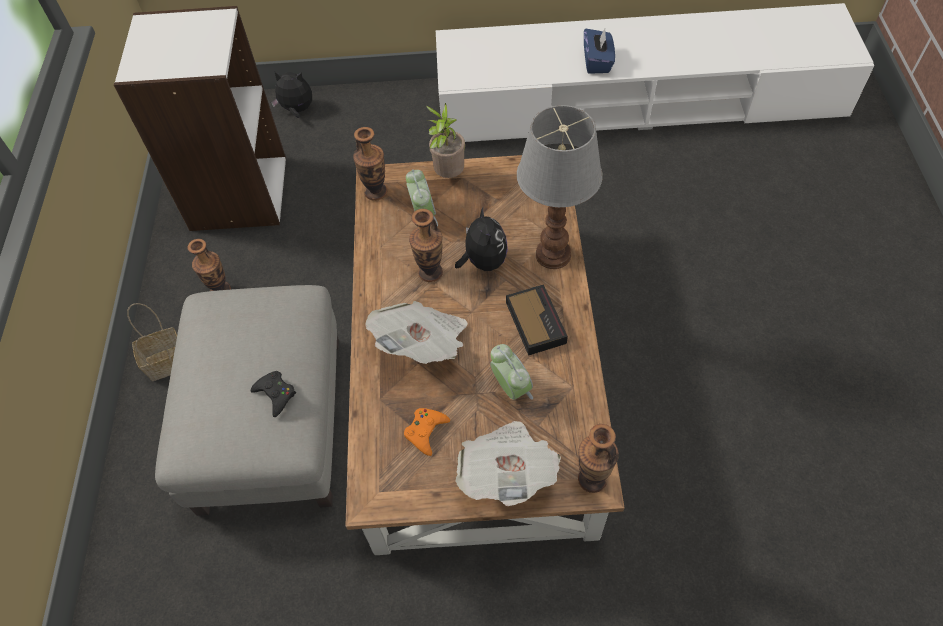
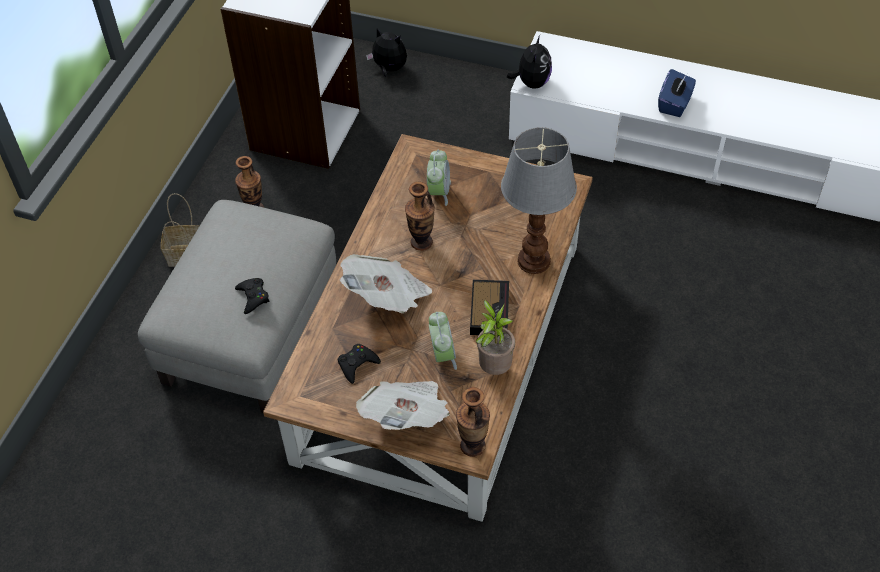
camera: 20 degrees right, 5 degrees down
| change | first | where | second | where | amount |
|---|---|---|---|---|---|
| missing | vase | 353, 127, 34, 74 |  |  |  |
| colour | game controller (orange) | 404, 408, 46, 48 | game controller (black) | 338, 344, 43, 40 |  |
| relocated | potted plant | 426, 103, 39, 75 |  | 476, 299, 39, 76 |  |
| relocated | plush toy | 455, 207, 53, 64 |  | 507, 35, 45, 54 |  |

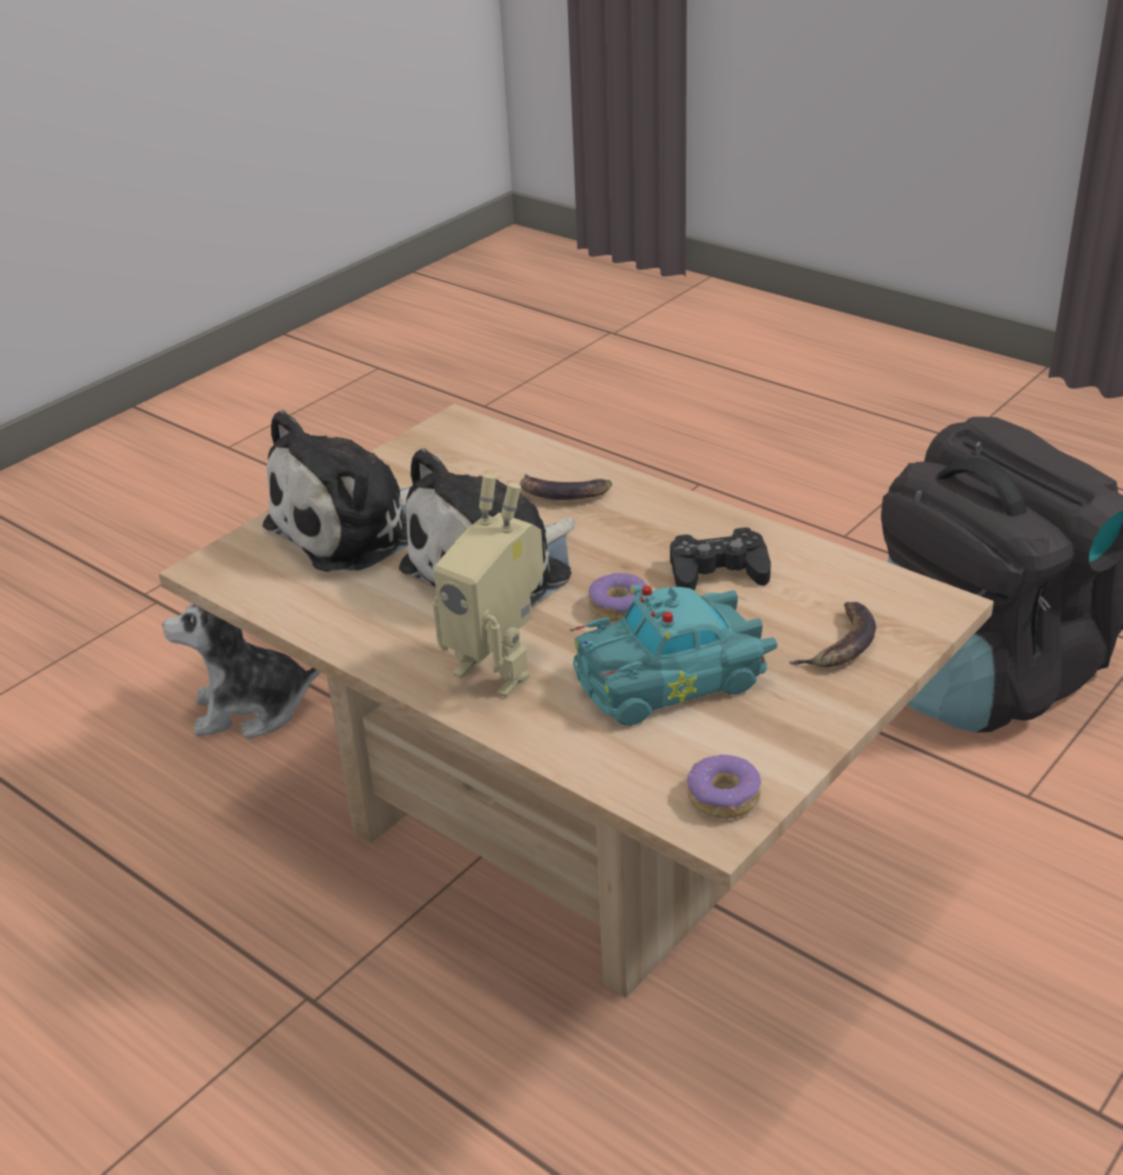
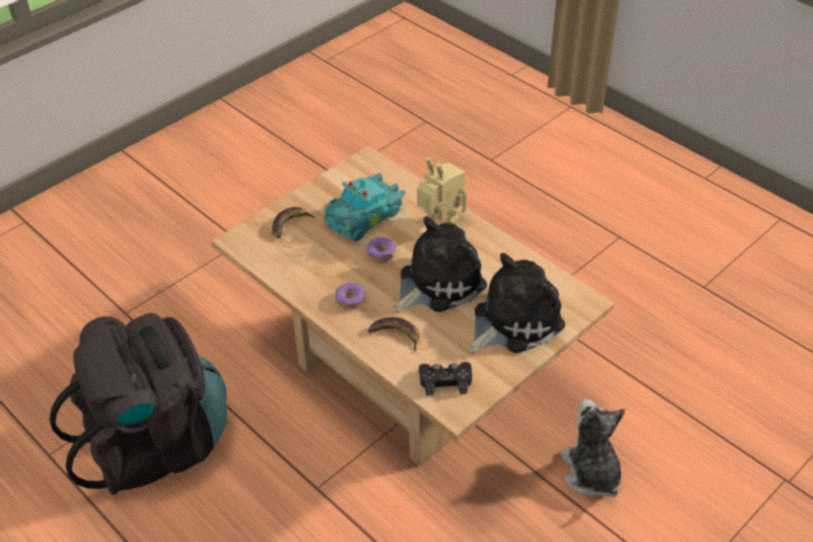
camera: 175 degrees left, 10 degrees up
| change | first | where | second | where | amount |
|---|---|---|---|---|---|
| spun | plush toy | 162, 603, 159, 136 |  | 560, 399, 65, 99 | 105 degrees counterclockwise |
| spun | toy car (turquoise) | 570, 585, 207, 141 |  | 322, 173, 84, 68 | 150 degrees clockwise |
| relocated | game controller (black) | 670, 527, 101, 64 |  | 419, 362, 53, 34 |  |
| relocated | donut | 687, 755, 74, 64 |  | 335, 283, 31, 27 |  |

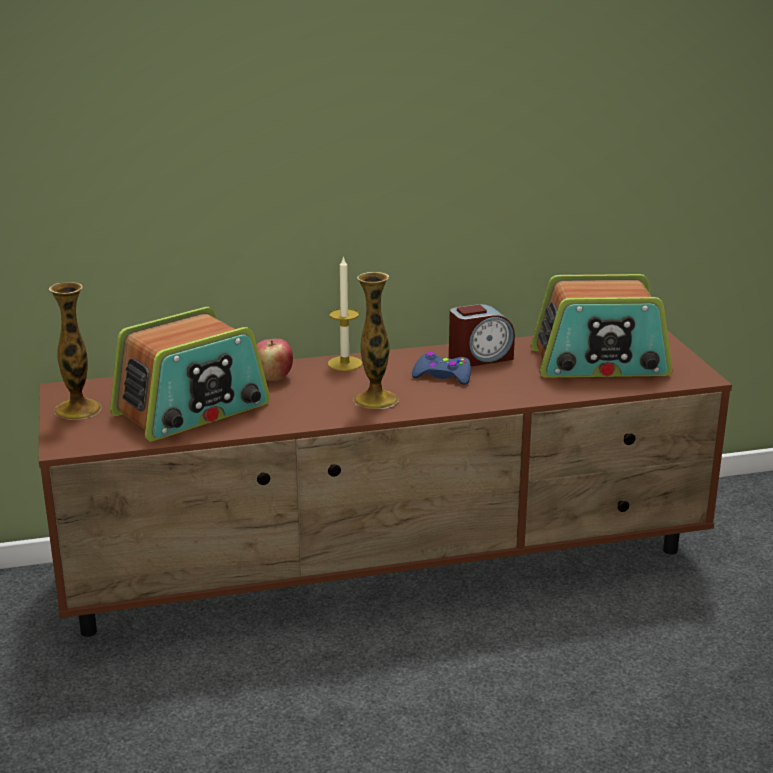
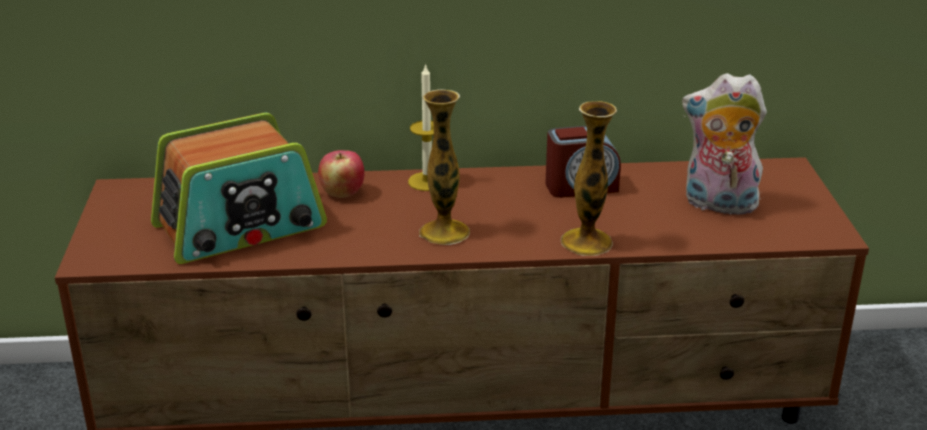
camera: 10 degrees right, 5 degrees up
| change | first | where | second | where | amount |
|---|---|---|---|---|---|
| relocated | vase | 49, 282, 52, 138 |  | 561, 101, 56, 155 |  |
| missing | game controller (blue) | 412, 352, 59, 33 |  |  |  |
| exchanged | radio | 531, 274, 141, 104 | plush toy | 682, 73, 85, 145 |  |

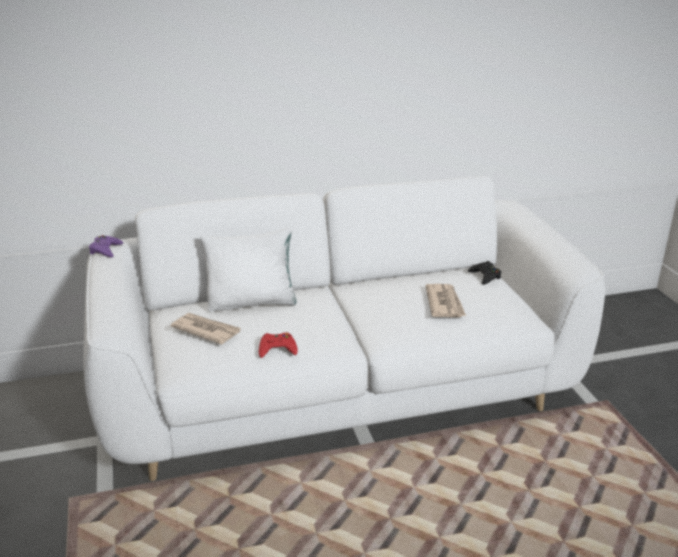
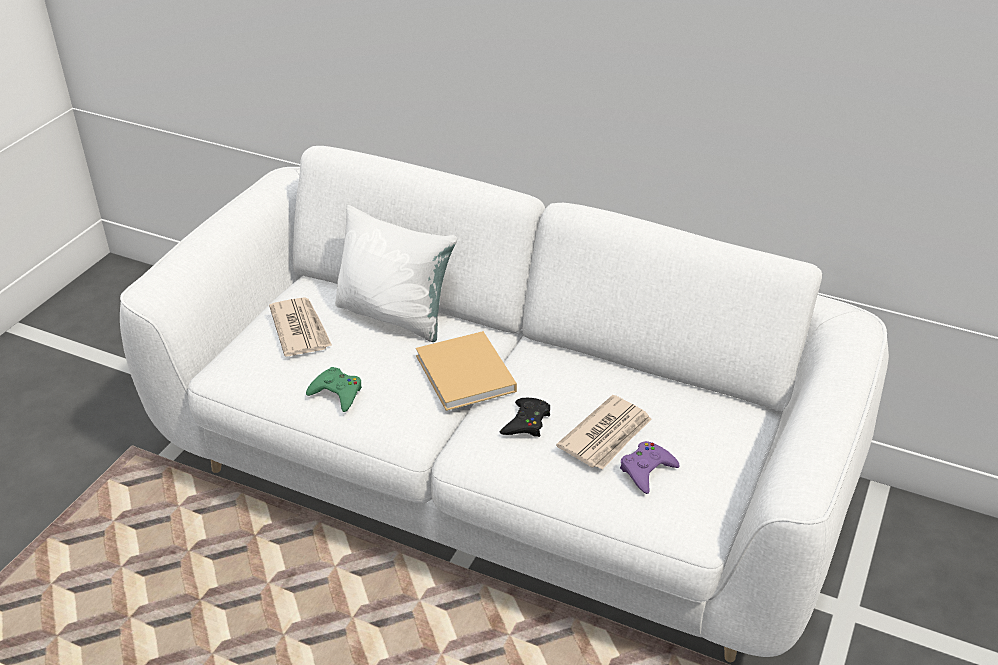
camera: 40 degrees right, 10 degrees up
| change | first | where | second | where | amount |
|---|---|---|---|---|---|
| relocated | game controller (purple) | 89, 235, 34, 22 |  | 620, 441, 60, 53 |  |
| colour | game controller (red) | 259, 332, 39, 26 | game controller (green) | 306, 367, 56, 45 |  |
| relocated | game controller (black) | 468, 261, 33, 24 |  | 500, 398, 50, 39 |  |
| appeared |  |  | book (beige) | 416, 331, 101, 80 |  |

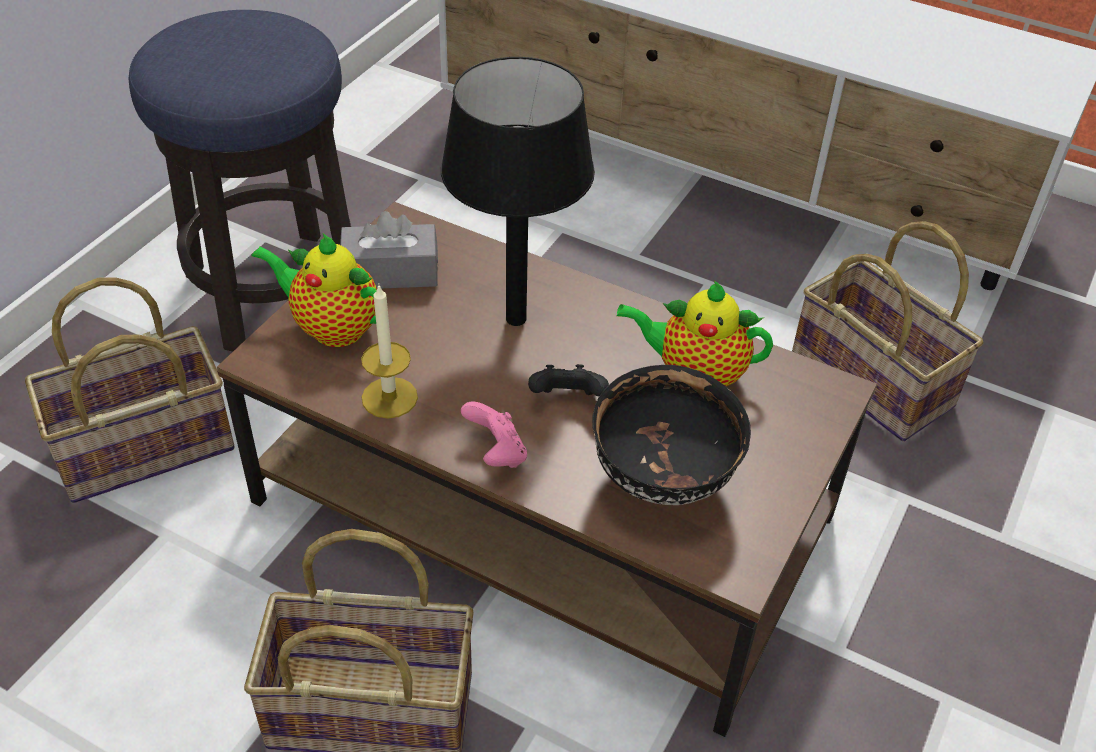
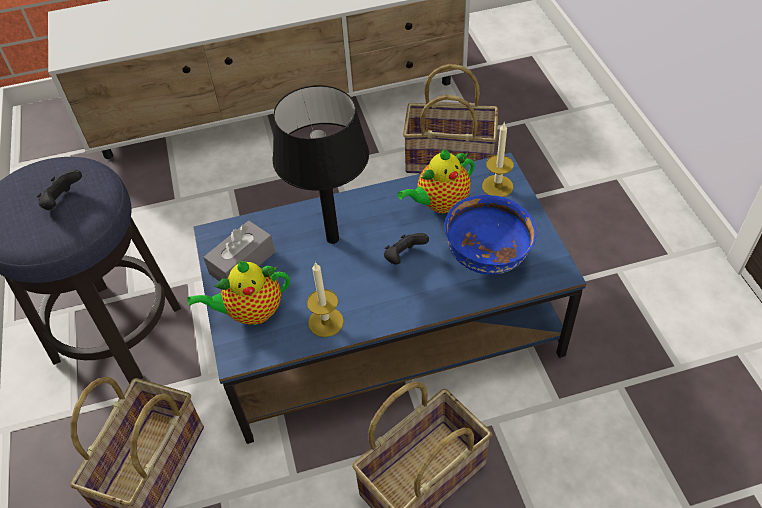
camera: 40 degrees left, 5 degrees up
| change | first | where | second | where | amount |
|---|---|---|---|---|---|
| colour | coffee table (brown) | 217, 202, 660, 535 | coffee table (blue) | 194, 153, 392, 291 |  |
| missing | game controller (pink) | 461, 402, 66, 66 |  |  |  |
| colour | bowl (black) | 592, 365, 159, 140 | bowl (blue) | 445, 195, 91, 79 |  |
| appeared |  |  | game controller (black) | 37, 169, 45, 41 |  |
| appeared |  |  | candle | 482, 123, 32, 74 |  |

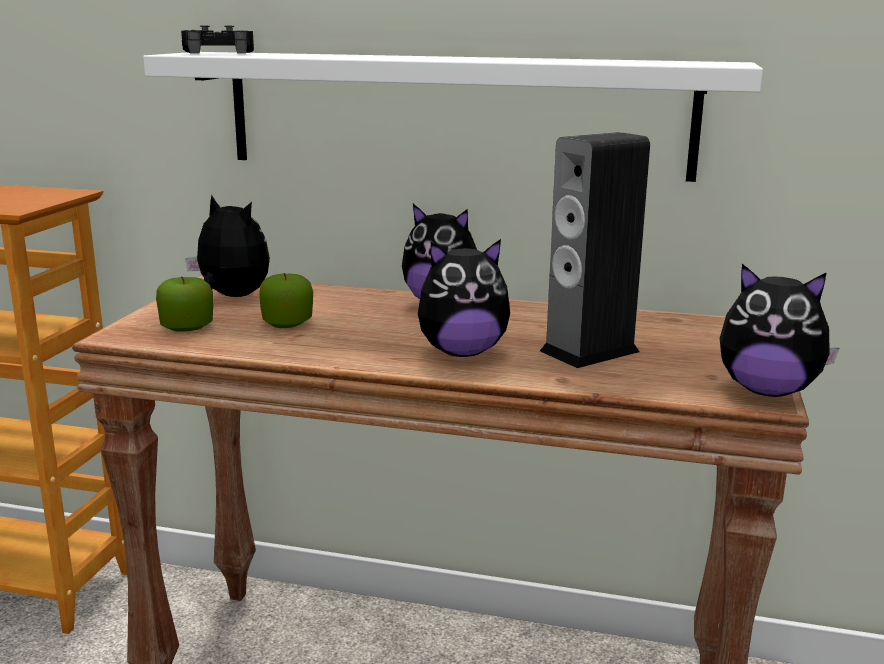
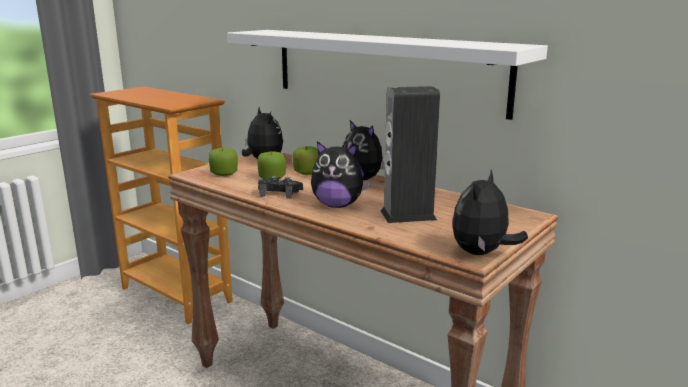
camera: 25 degrees right, 0 degrees up
| change | first | where | second | where | amount |
|---|---|---|---|---|---|
| relocated | game controller (black) | 181, 25, 73, 29 |  | 258, 176, 45, 22 |  |
| spun | plush toy | 720, 264, 119, 133 |  | 452, 170, 76, 85 | 75 degrees clockwise |
| appeared |  |  | apple | 293, 146, 25, 29 |  |

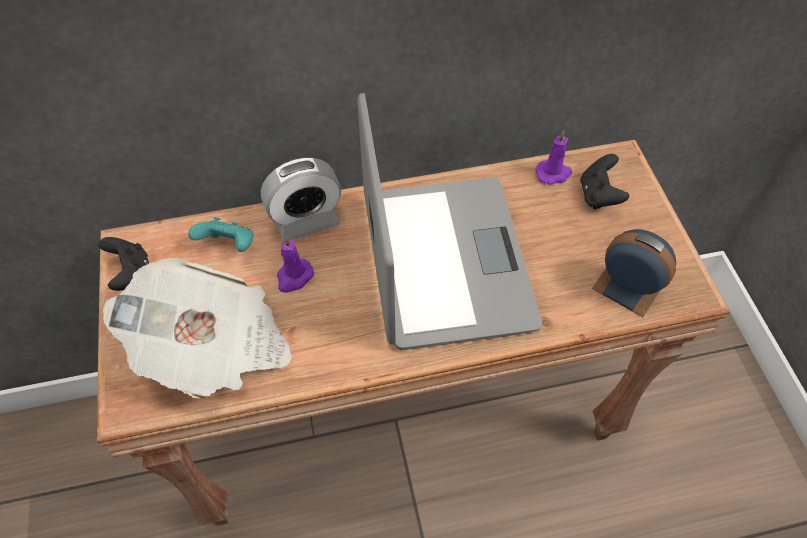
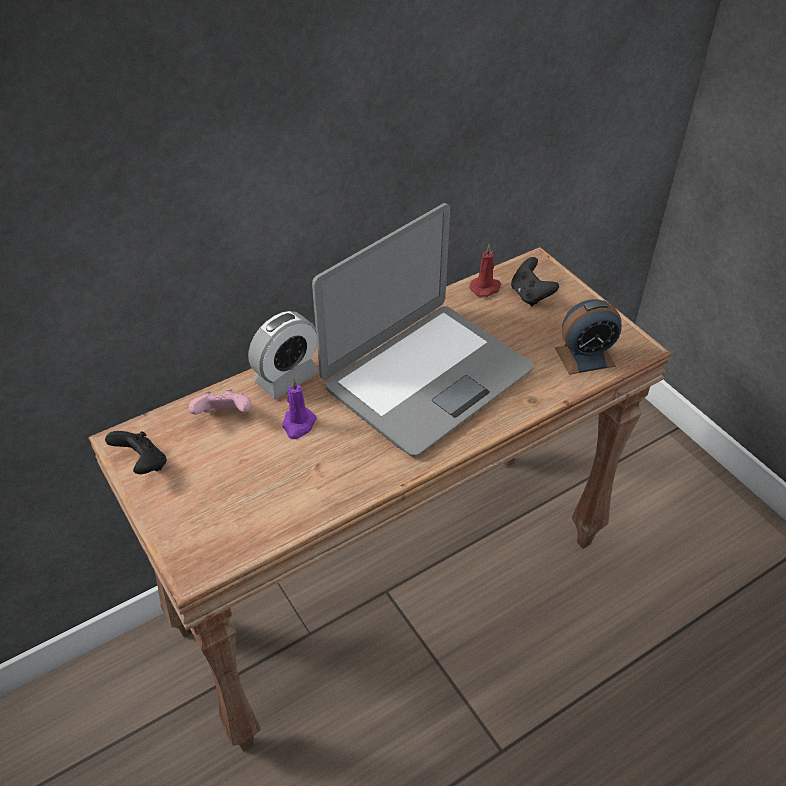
camera: 20 degrees left, 10 degrees down
| change | first | where | second | where | amount |
|---|---|---|---|---|---|
| missing | newspaper | 103, 257, 190, 141 |  |  |  |
| colour | game controller (turquoise) | 188, 217, 66, 35 | game controller (pink) | 189, 389, 62, 26 |  |
| spun | laptop | 357, 93, 185, 257 |  | 312, 203, 222, 254 | 75 degrees clockwise |
| colour | candle (purple) | 535, 130, 37, 55 | candle (red) | 469, 244, 32, 53 |  |
| spun | alarm clock | 592, 229, 84, 88 |  | 555, 299, 67, 76 | 150 degrees clockwise |

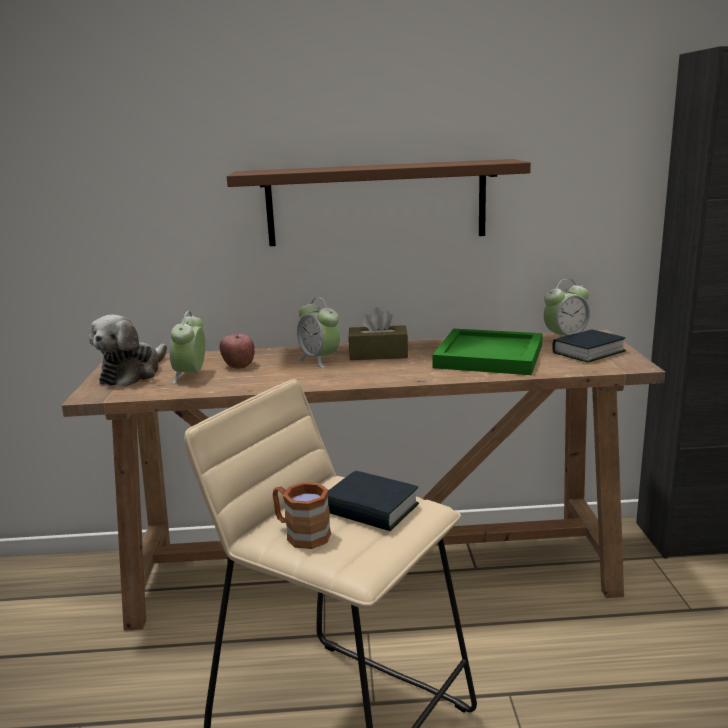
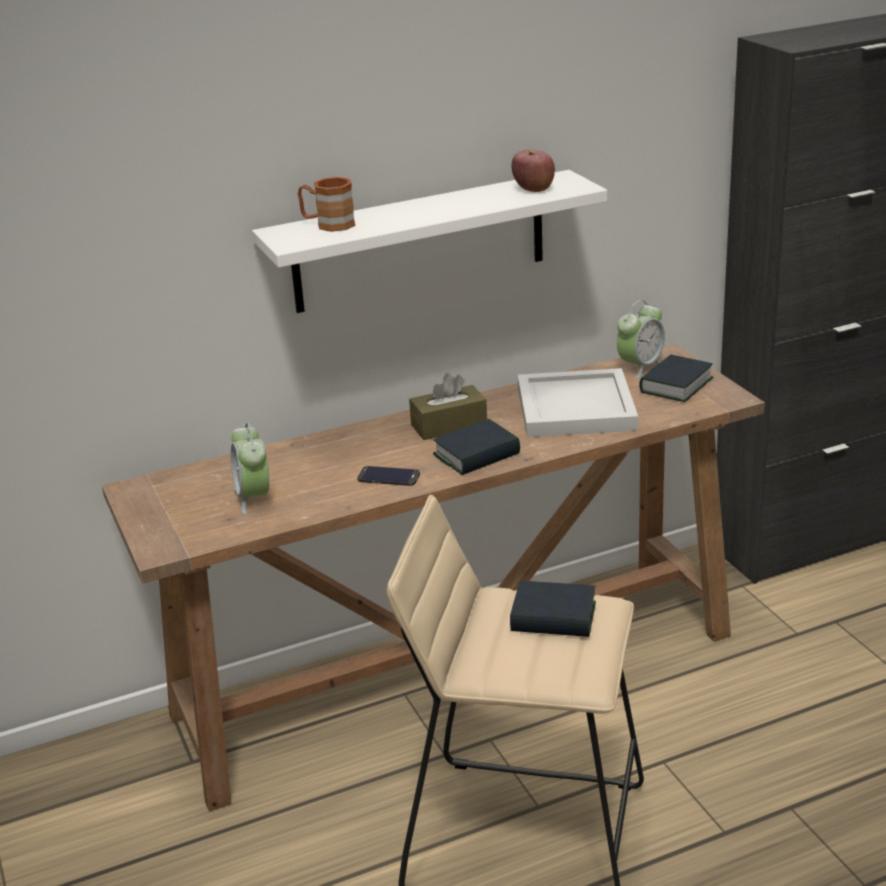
camera: 20 degrees left, 10 degrees up
| change | first | where | second | where | amount |
|---|---|---|---|---|---|
| missing | plush toy | 89, 315, 78, 72 |  |  |  |
| relocated | apple | 220, 334, 35, 35 |  | 512, 149, 43, 43 |  |
| colour | shelf (brown) | 227, 159, 304, 87 | shelf (white) | 252, 170, 355, 143 |  |
| relocated | mug (brown) | 273, 482, 58, 67 |  | 298, 177, 57, 55 |  |
| missing | alarm clock | 297, 297, 43, 71 |  |  |  |
| colour | tray (green) | 432, 329, 111, 46 | tray (white) | 518, 368, 120, 69 |  |
| appeared |  |  | phone | 357, 466, 63, 20 |  |
| appeared |  |  | book | 433, 419, 87, 56 |  |

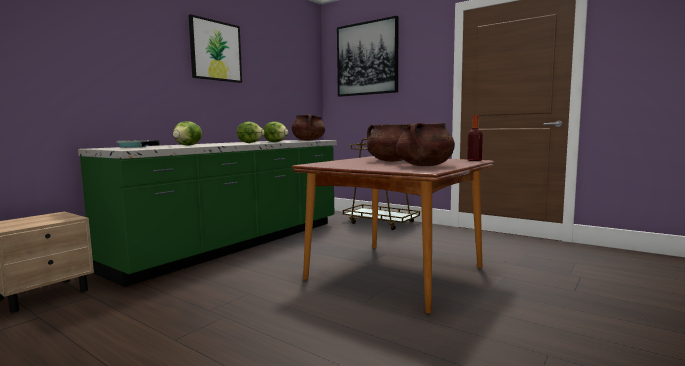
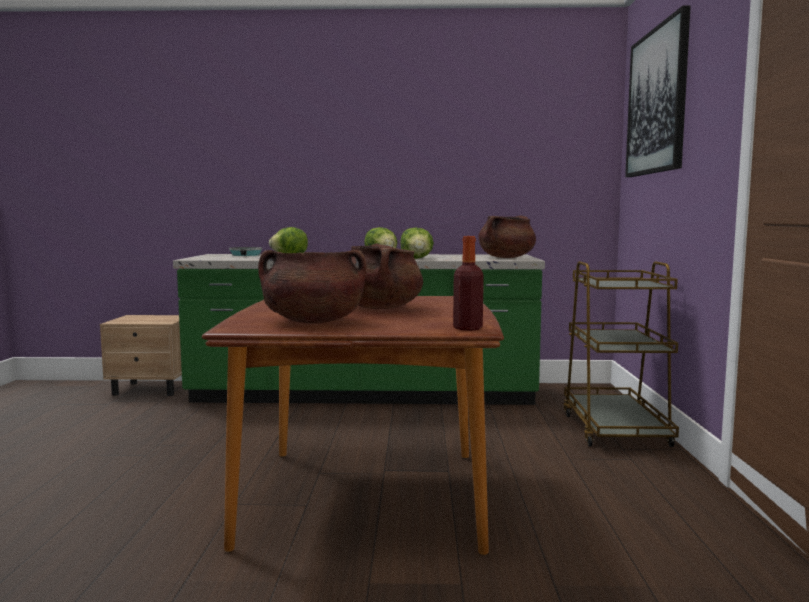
camera: 55 degrees right, 0 degrees up
| change | first | where | second | where | amount |
|---|---|---|---|---|---|
| missing | picture | 189, 14, 53, 69 |  |  |  |

